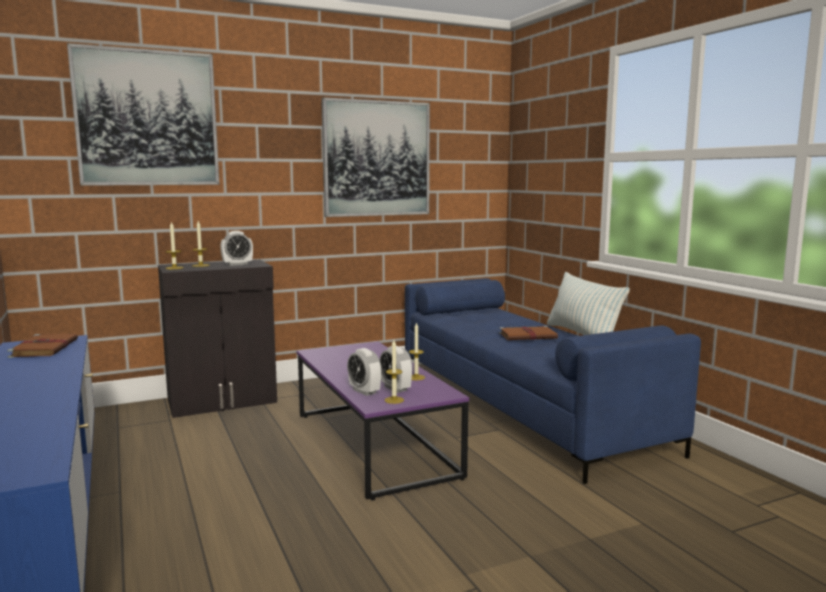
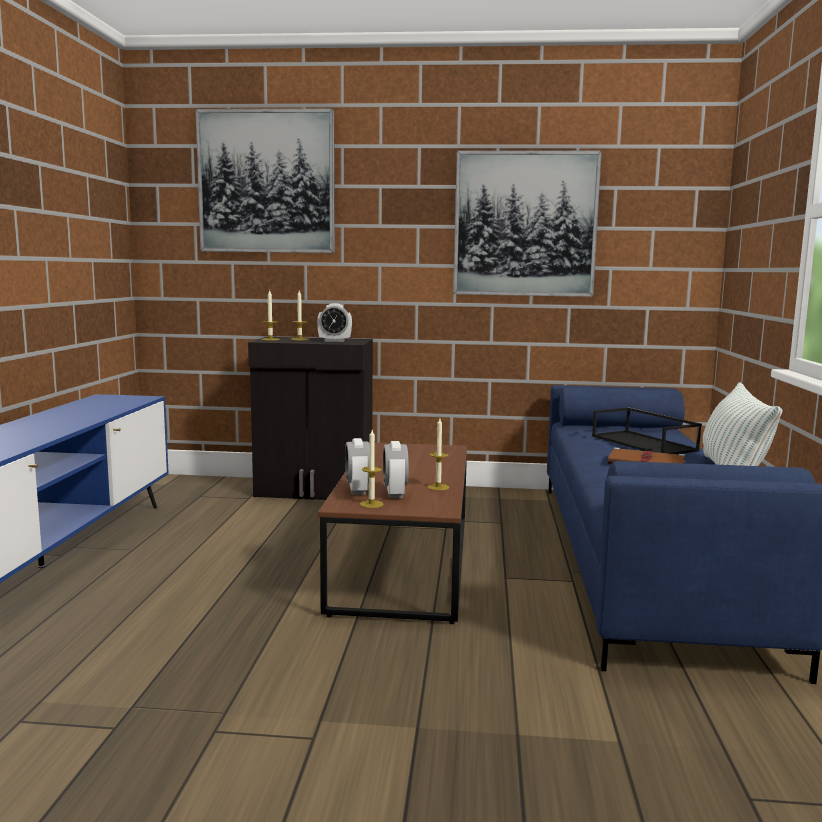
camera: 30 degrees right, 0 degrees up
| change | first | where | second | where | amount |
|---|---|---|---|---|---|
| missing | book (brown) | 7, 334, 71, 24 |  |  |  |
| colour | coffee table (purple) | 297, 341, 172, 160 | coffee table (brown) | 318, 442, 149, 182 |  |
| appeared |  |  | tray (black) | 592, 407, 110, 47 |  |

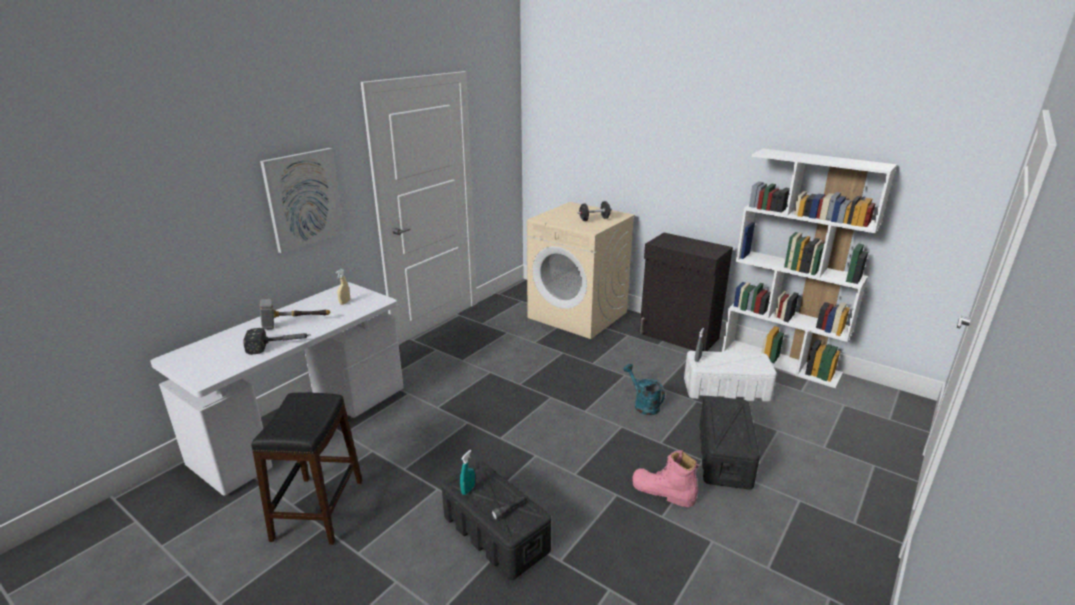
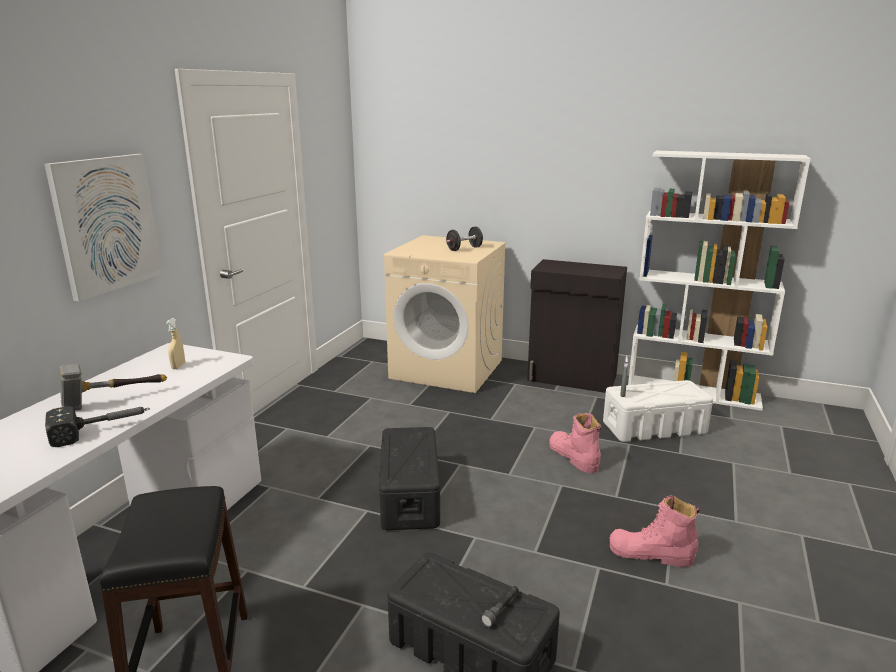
camera: 15 degrees left, 5 degrees down
| change | first | where | second | where | amount |
|---|---|---|---|---|---|
| missing | spray bottle (turquoise) | 460, 450, 15, 45 |  |  |  |
| exchanged | watering can (turquoise) | 623, 364, 42, 51 | boot (pink) | 549, 413, 52, 60 |  |
| relocated | storage box (black) | 700, 396, 60, 93 |  | 379, 427, 61, 103 |  |

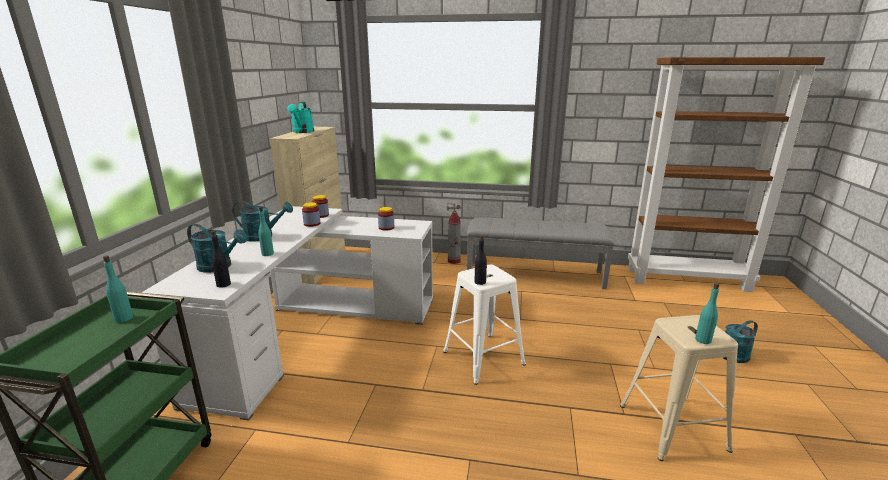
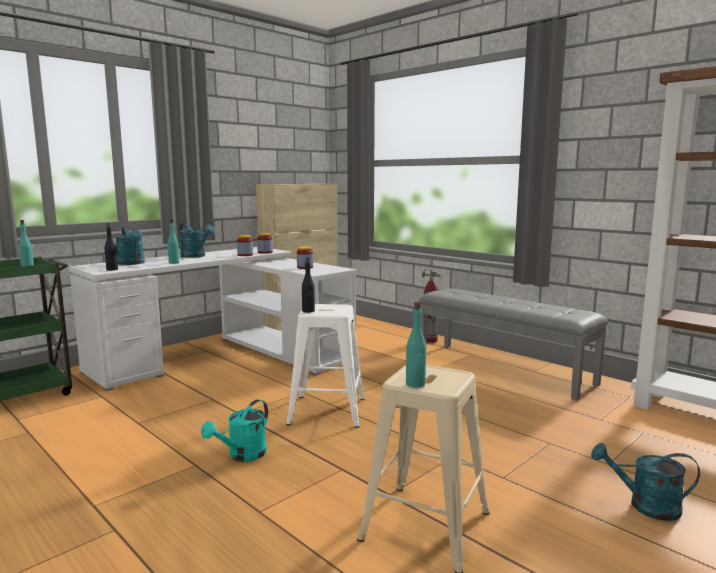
camera: 35 degrees right, 10 degrees down
| change | first | where | second | where | amount |
|---|---|---|---|---|---|
| relocated | watering can (turquoise) | 287, 102, 27, 31 |  | 201, 399, 67, 63 |  |

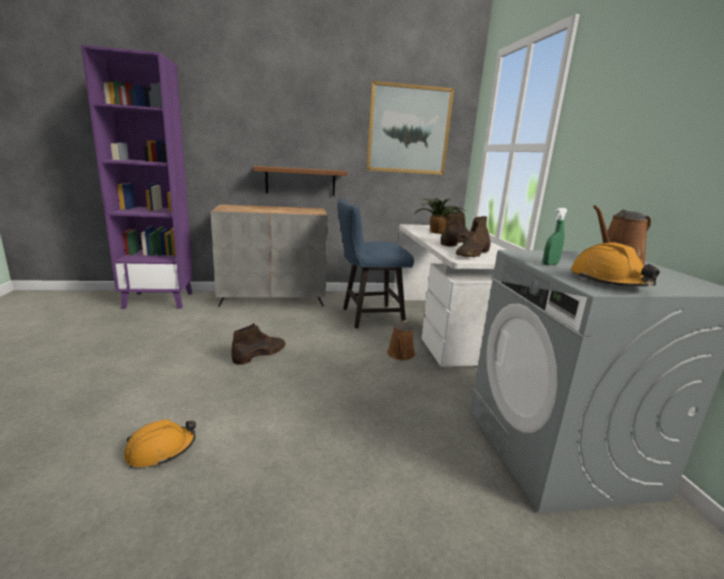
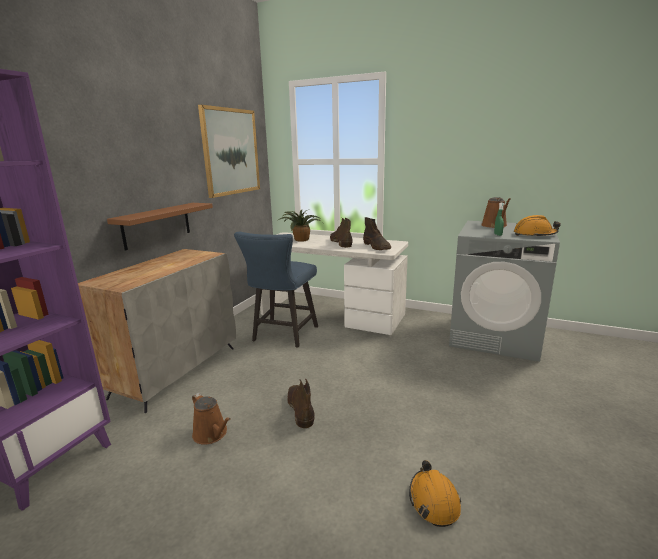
camera: 55 degrees left, 0 degrees up
| change | first | where | second | where | amount |
|---|---|---|---|---|---|
| relocated | watering can (brown) | 387, 320, 28, 40 |  | 192, 393, 39, 52 |  |

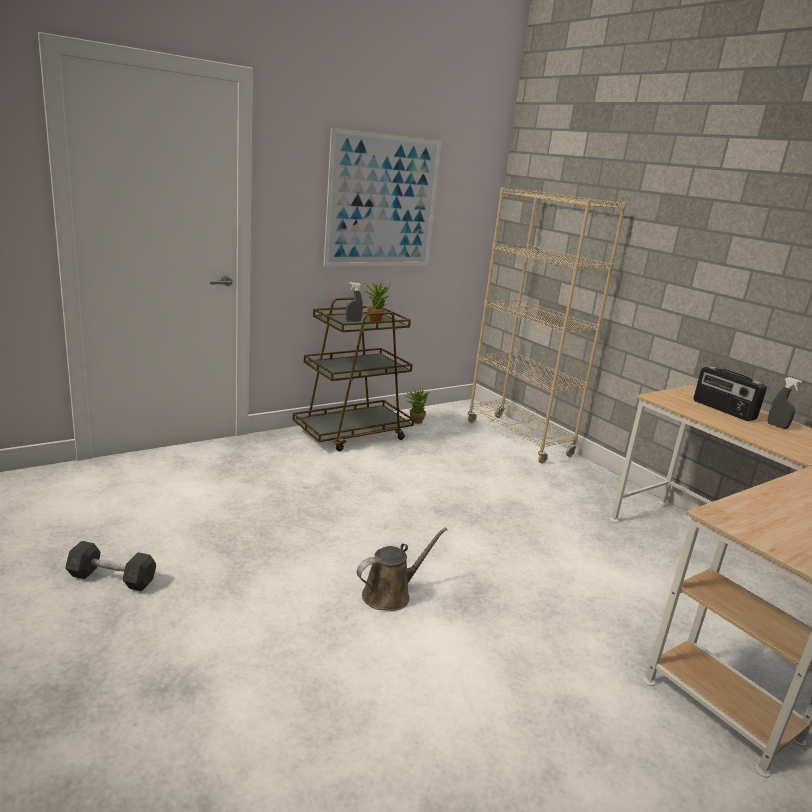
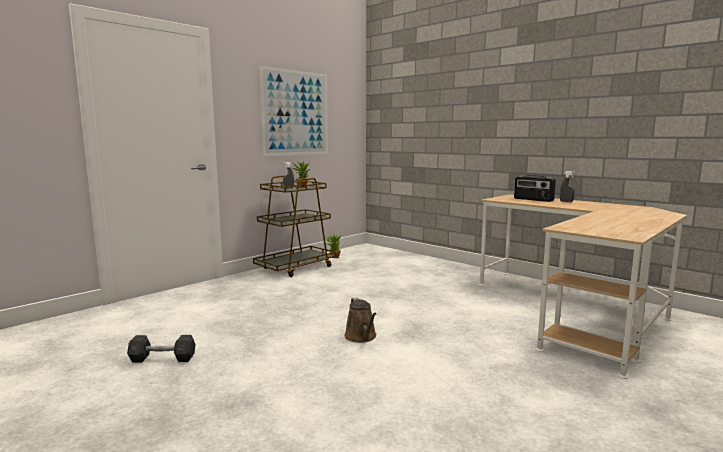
camera: 10 degrees left, 10 degrees down
| change | first | where | second | where | amount |
|---|---|---|---|---|---|
| spun | watering can (brown) | 357, 527, 90, 84 |  | 345, 297, 32, 46 | 120 degrees clockwise |
| missing | bookcase (beige) | 468, 187, 159, 276 |  |  |  |

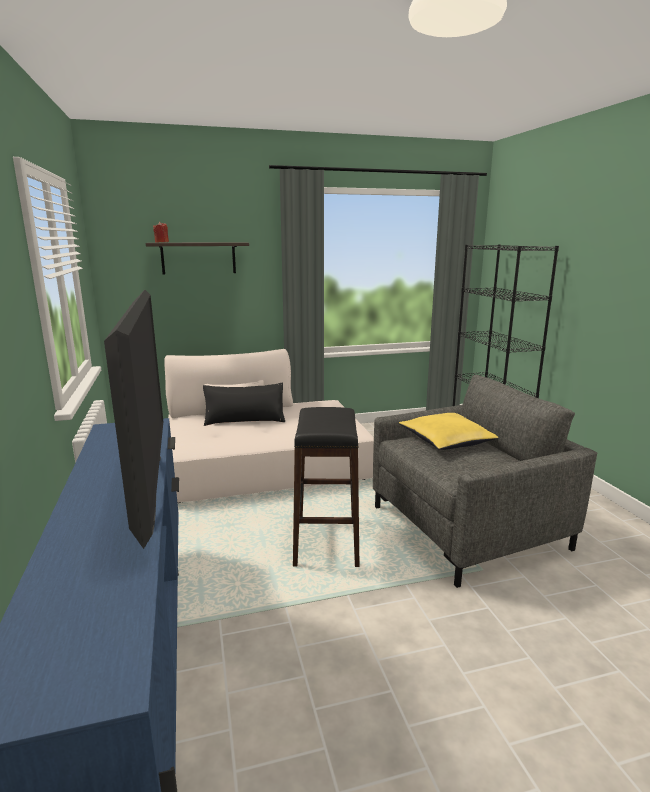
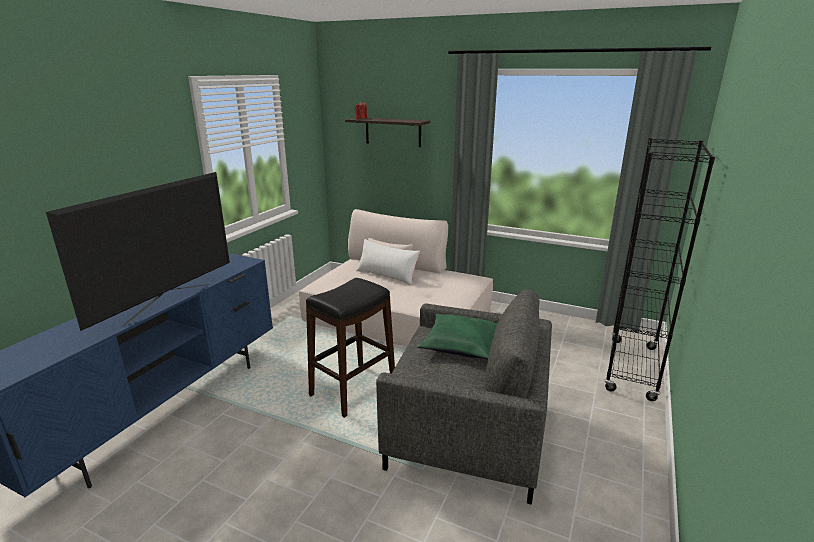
camera: 40 degrees right, 5 degrees up
| change | first | where | second | where | amount |
|---|---|---|---|---|---|
| colour | pillow (black) | 203, 383, 82, 43 | pillow (white) | 356, 239, 64, 46 |  |
| colour | pillow (yellow) | 399, 413, 99, 37 | pillow (green) | 417, 313, 81, 46 |  |

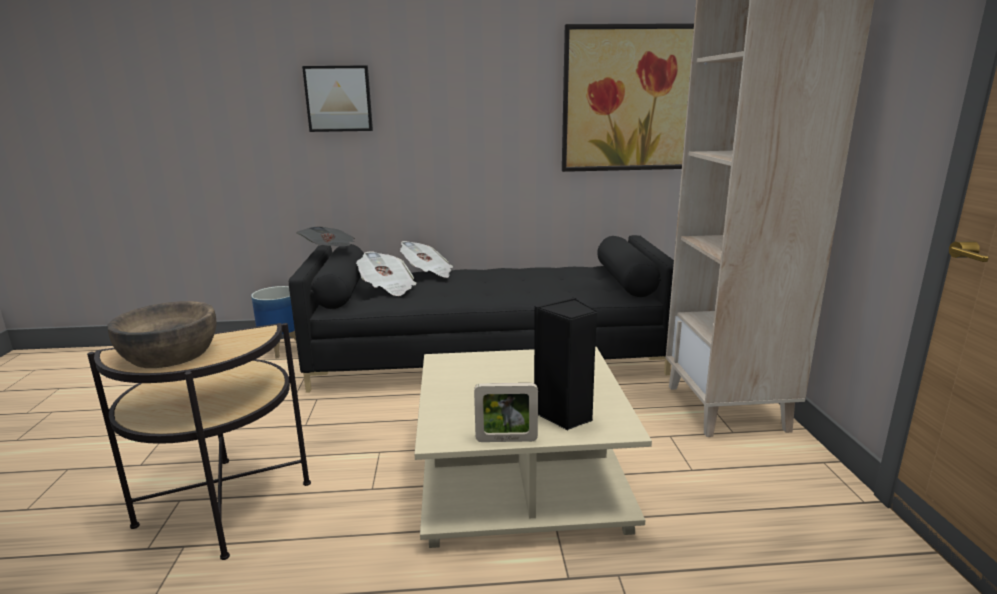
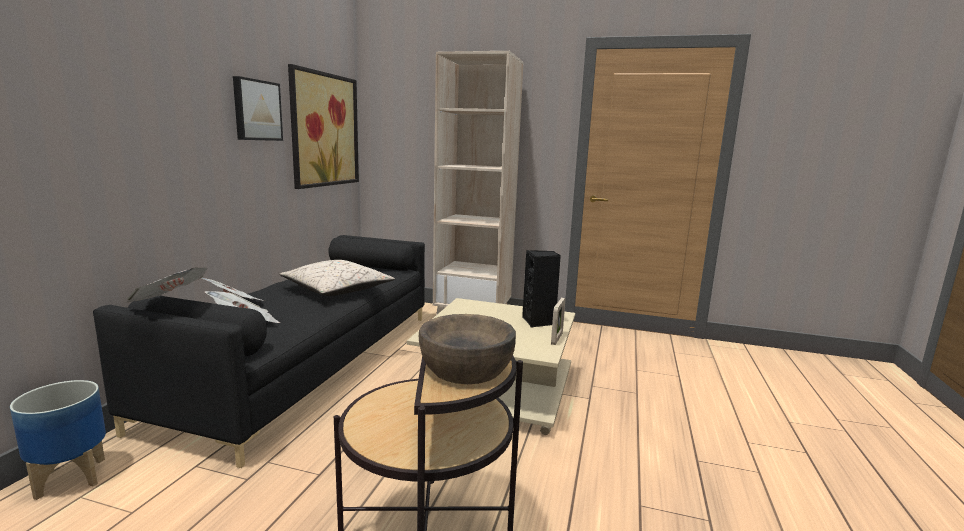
camera: 70 degrees left, 5 degrees down
| change | first | where | second | where | amount |
|---|---|---|---|---|---|
| relocated | picture | 302, 65, 71, 67 |  | 233, 76, 50, 65 |  |
| appeared |  |  | pillow (beige) | 279, 260, 116, 36 |  |

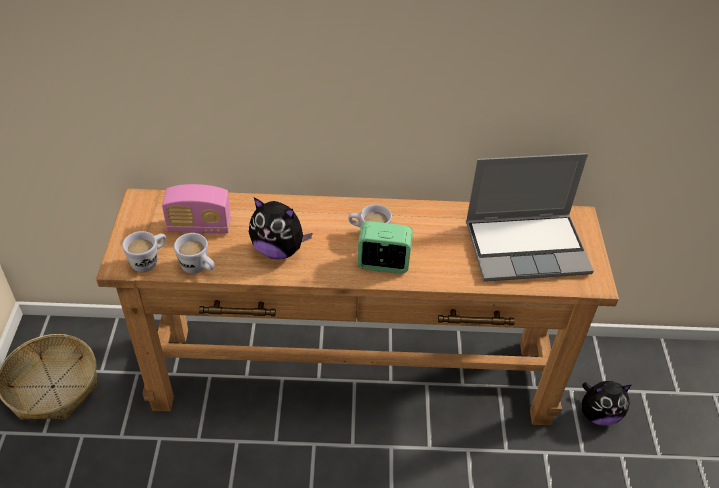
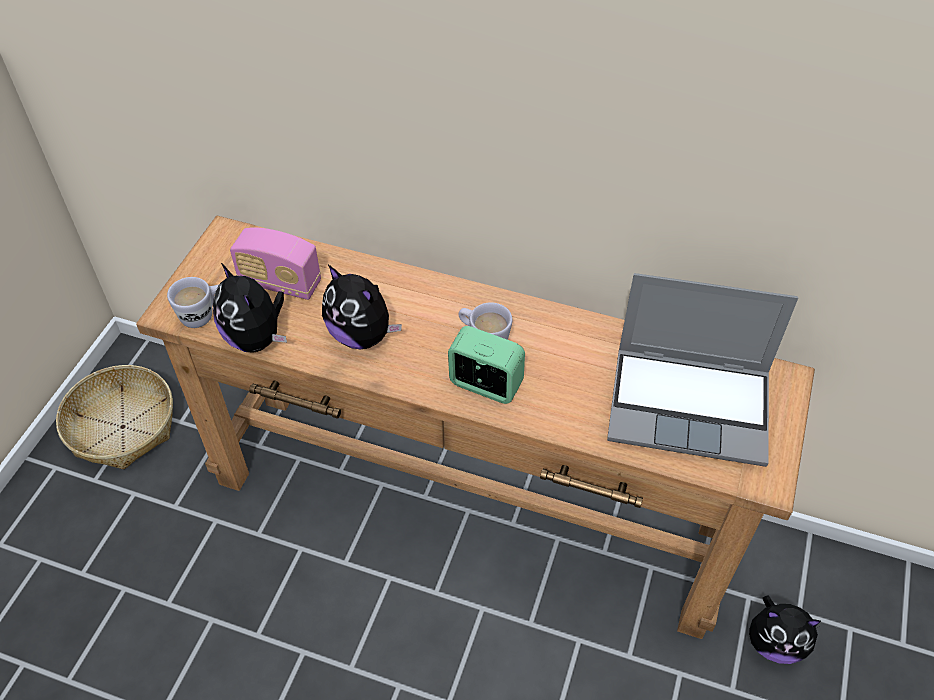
camera: 20 degrees right, 5 degrees up
| change | first | where | second | where | amount |
|---|---|---|---|---|---|
| exchanged | mug (white) | 174, 233, 41, 41 | plush toy | 213, 263, 74, 90 |  |

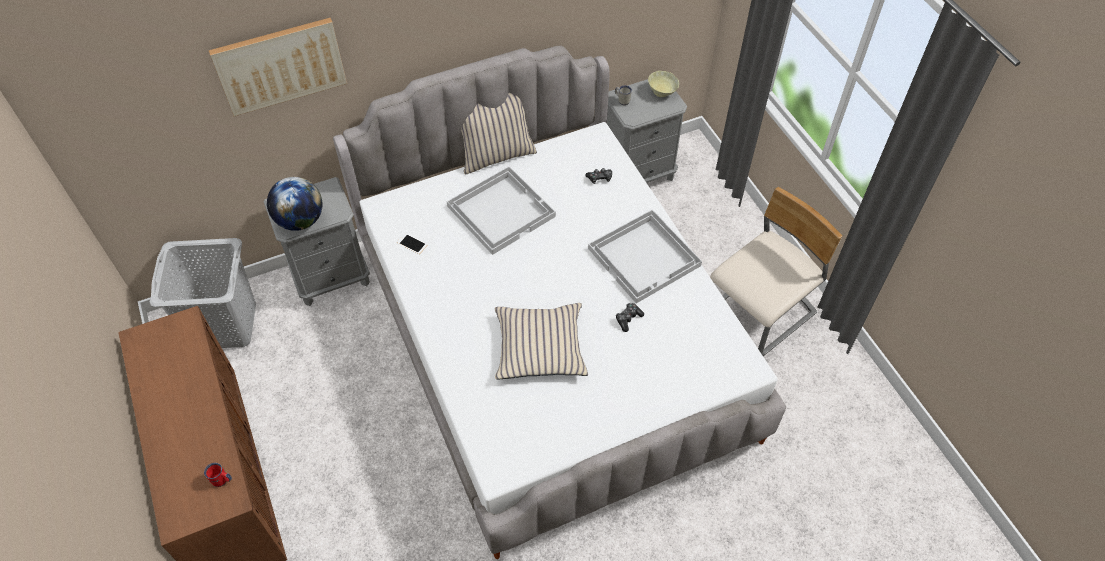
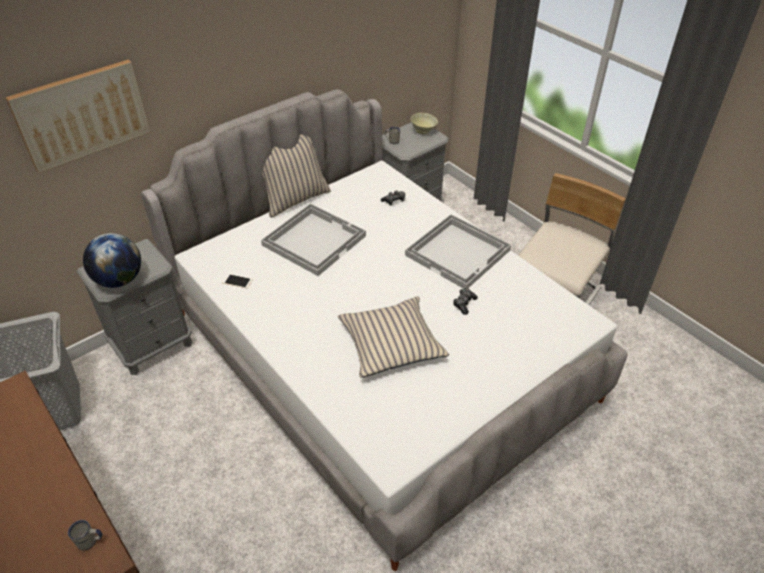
camera: 15 degrees left, 10 degrees down
| change | first | where | second | where | amount |
|---|---|---|---|---|---|
| colour | mug (red) | 204, 463, 28, 24 | mug (white) | 68, 520, 34, 30 |  |

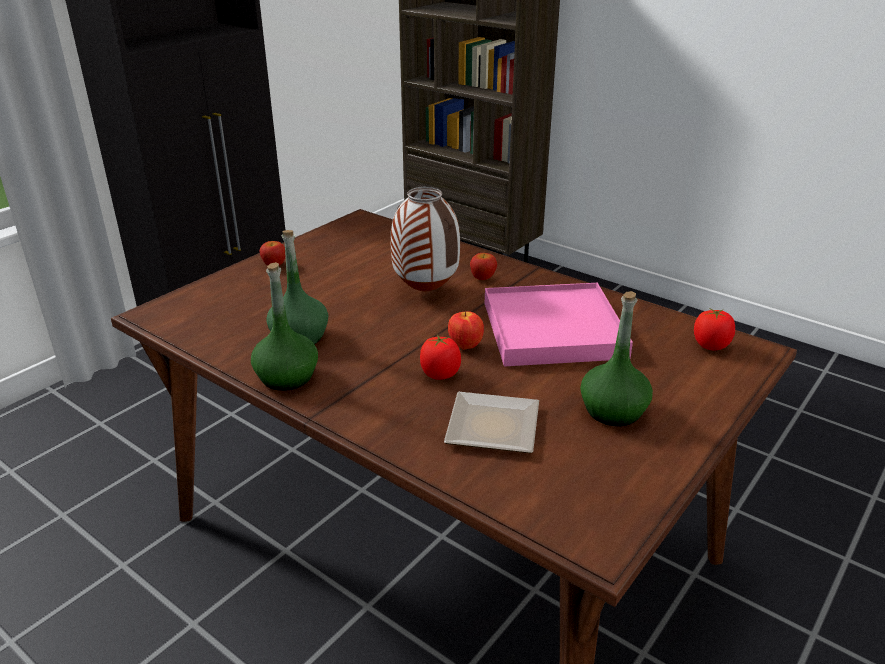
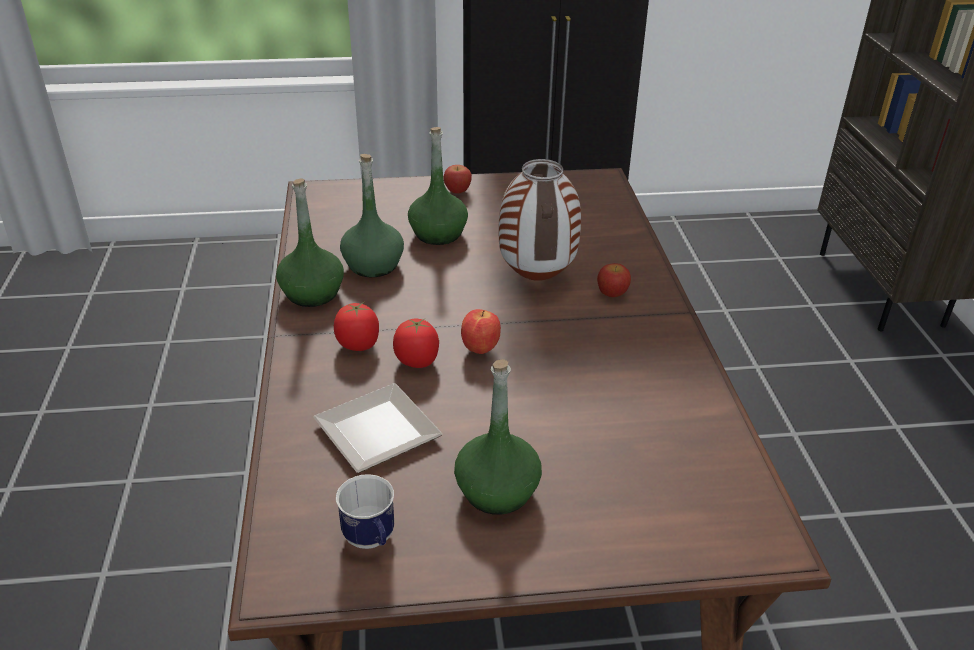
camera: 45 degrees right, 5 degrees up
| change | first | where | second | where | amount |
|---|---|---|---|---|---|
| missing | tray (pink) | 485, 283, 148, 84 |  |  |  |
| relocated | tomato | 694, 308, 41, 43 |  | 334, 302, 45, 49 |  |
| appeared |  |  | mug | 336, 474, 58, 75 |  |
| appeared |  |  | bottle (green) | 408, 127, 60, 118 |  |

